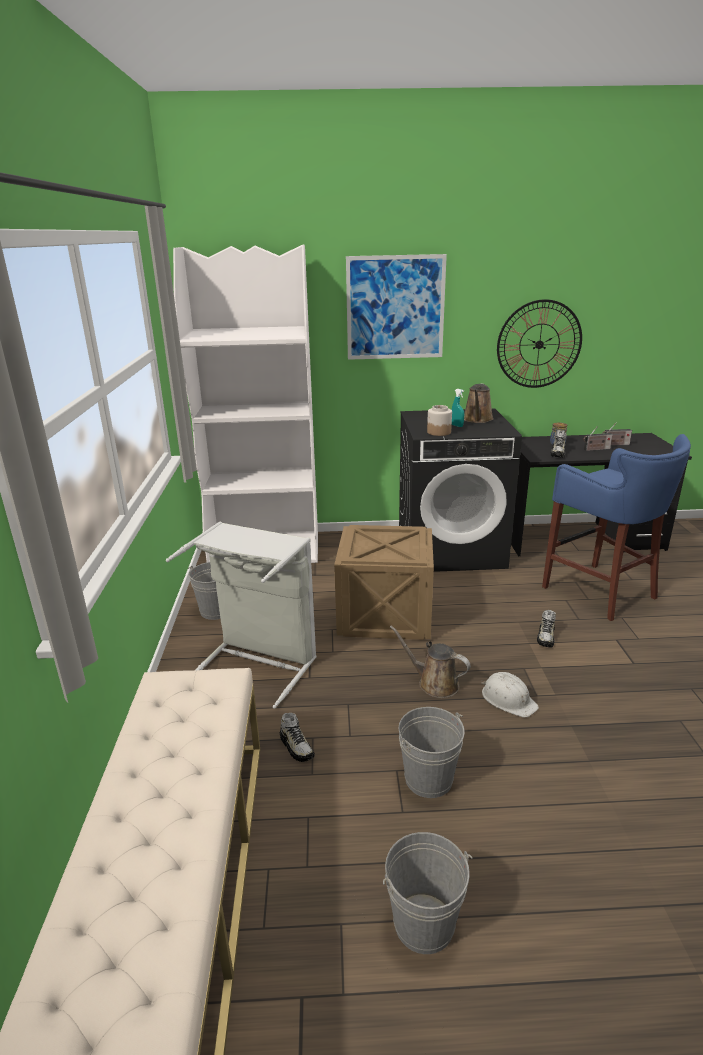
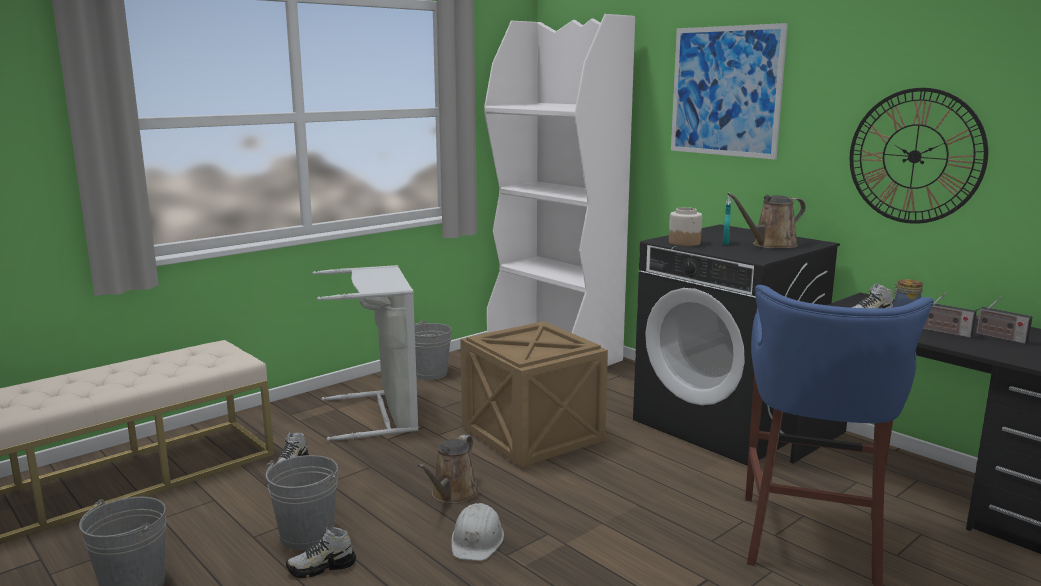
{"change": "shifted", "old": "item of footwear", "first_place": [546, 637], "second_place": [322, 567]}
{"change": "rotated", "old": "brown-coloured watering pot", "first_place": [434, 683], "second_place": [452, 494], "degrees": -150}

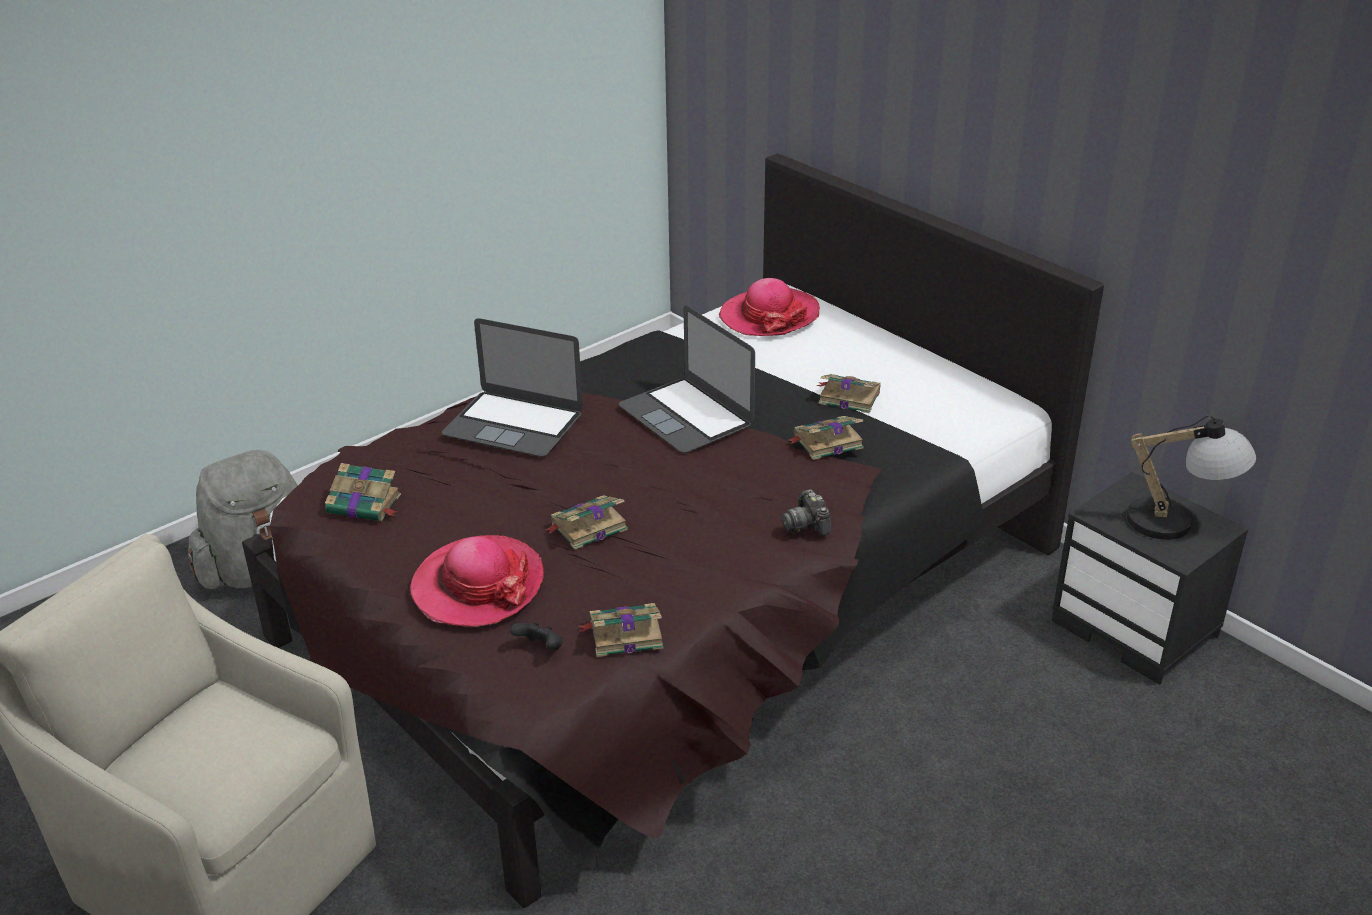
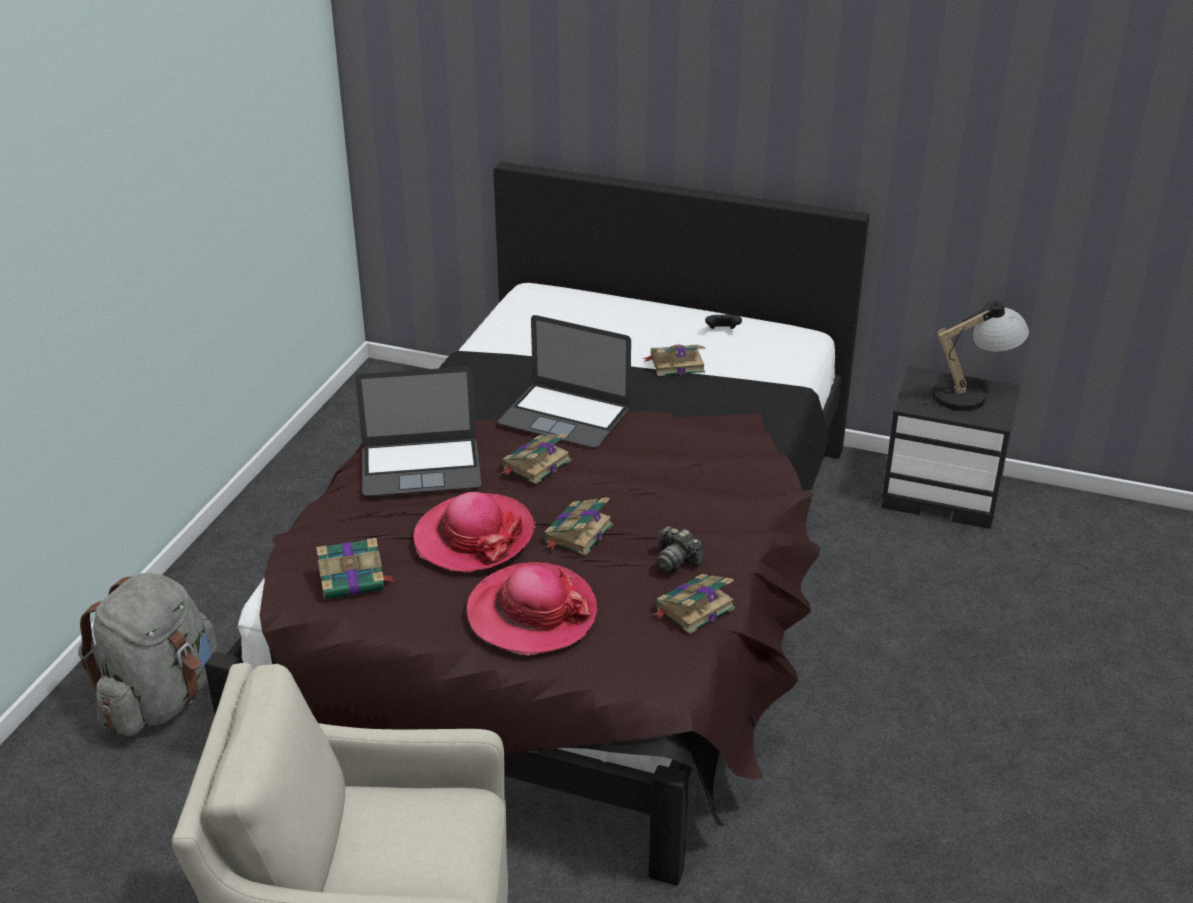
{"change": "shifted", "old": "blackish game controller", "first_place": [540, 648], "second_place": [722, 331]}
{"change": "shifted", "old": "clothing hat", "first_place": [769, 316], "second_place": [473, 536]}
{"change": "shifted", "old": "photo camera", "first_place": [807, 525], "second_place": [676, 561]}
{"change": "shifted", "old": "book", "first_place": [826, 442], "second_place": [535, 464]}

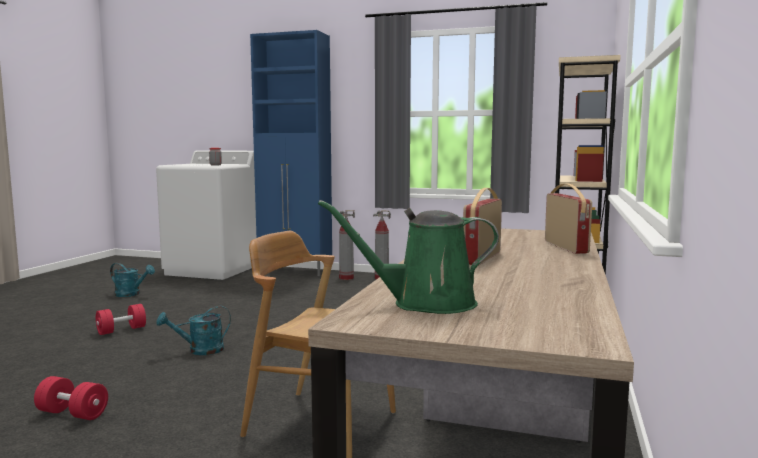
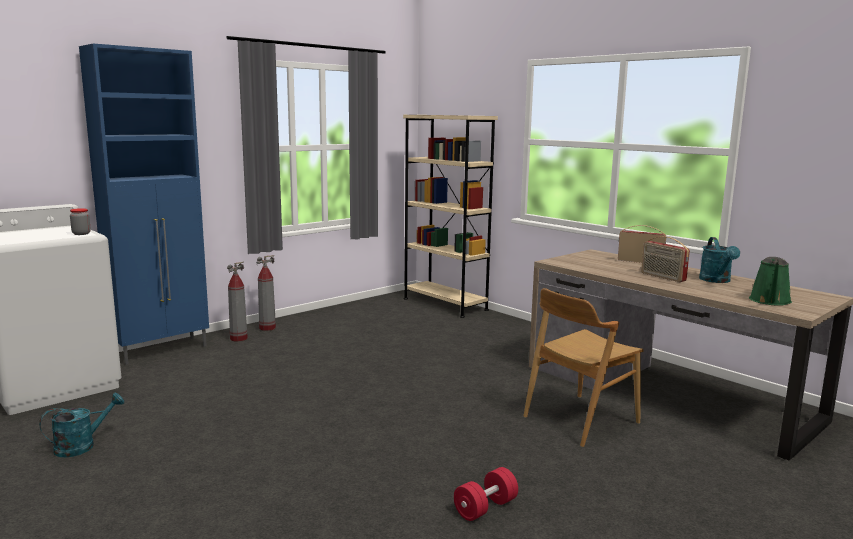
{"change": "gone", "old": "red-coloured hand weight", "first_place": [121, 330]}
{"change": "shifted", "old": "blue-green watering pot", "first_place": [200, 351], "second_place": [717, 281]}

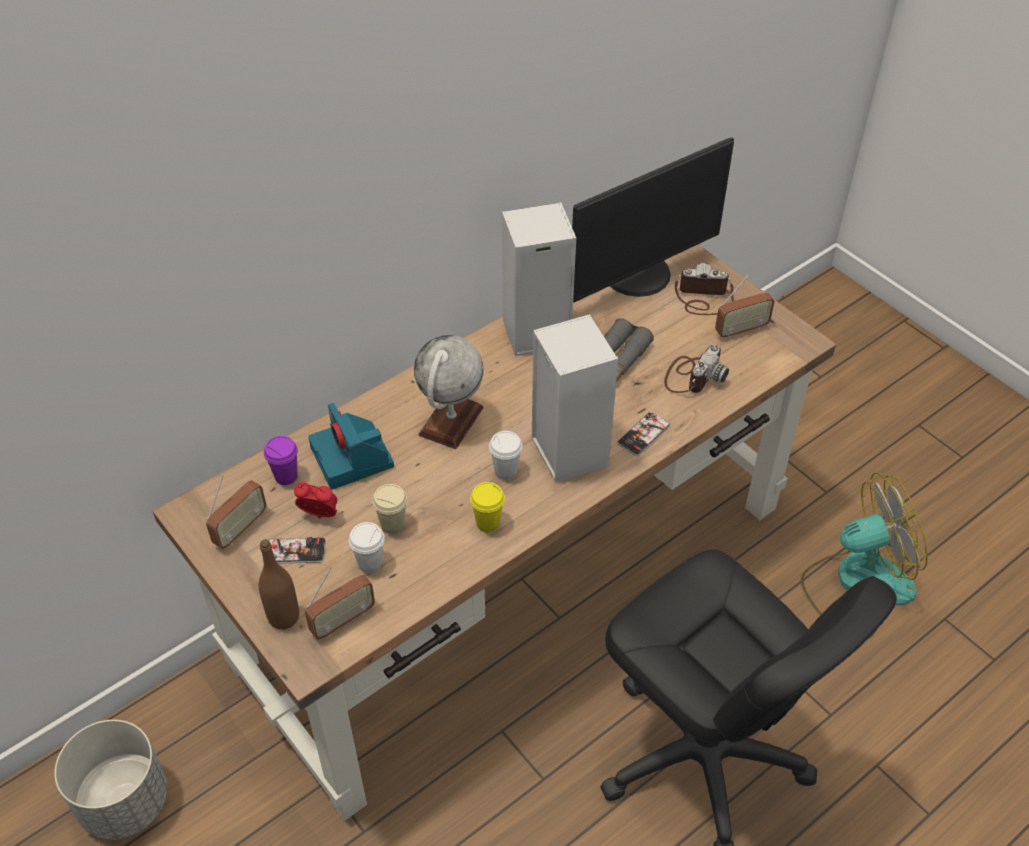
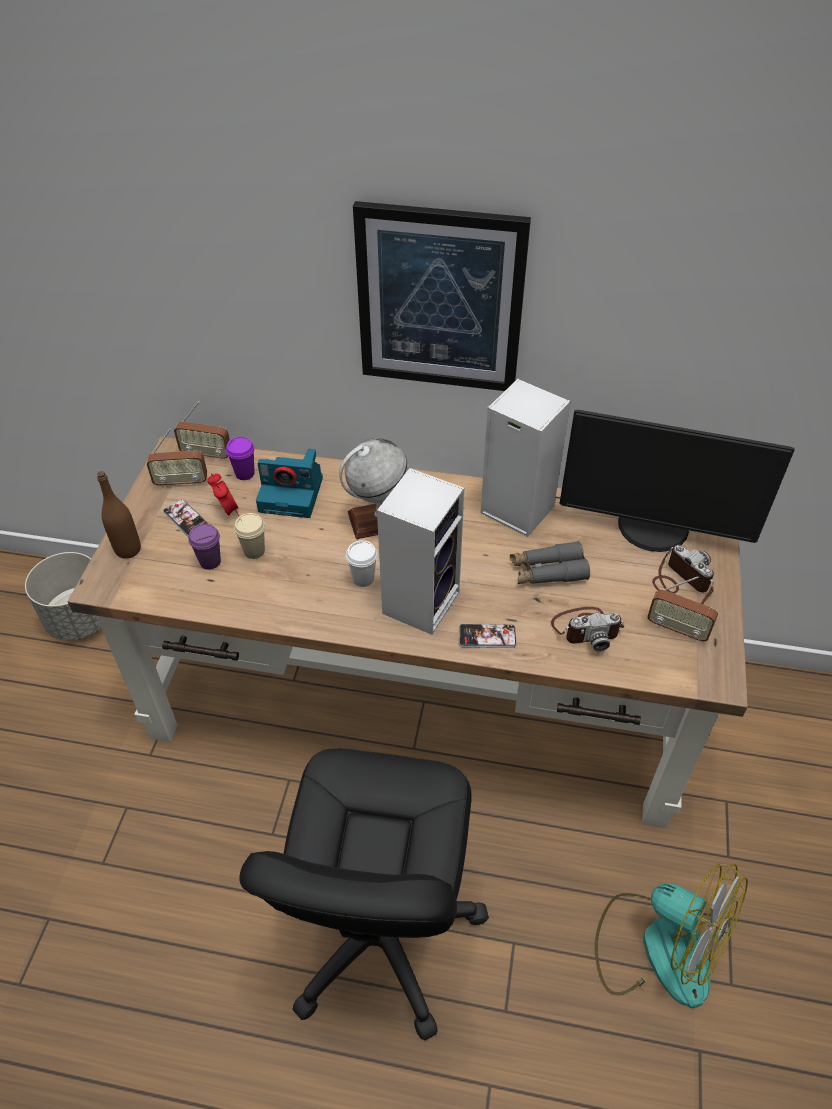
{"change": "gone", "old": "yellow small cup", "first_place": [488, 523]}
{"change": "new", "new": "wall picture", "second_place": [440, 300]}
{"change": "shifted", "old": "radio", "first_place": [342, 621], "second_place": [206, 454]}
{"change": "repainted", "old": "white-coloured small cup", "new": "purplish small cup", "first_place": [370, 563], "second_place": [210, 562]}
{"change": "rotated", "old": "photo camera", "first_place": [353, 458], "second_place": [293, 494], "degrees": -105}

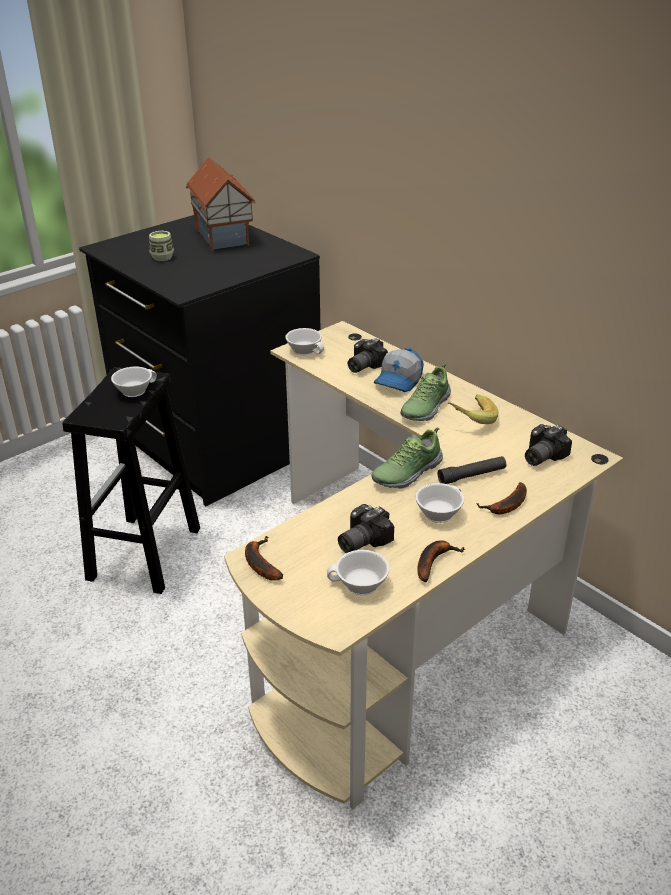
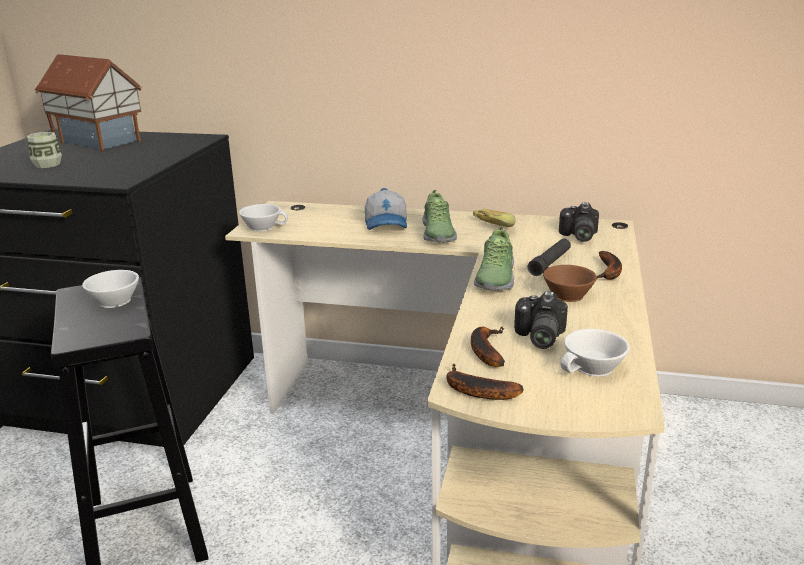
{"change": "gone", "old": "photo camera", "first_place": [362, 366]}
{"change": "shifted", "old": "whole banana", "first_place": [433, 561], "second_place": [485, 350]}
{"change": "repainted", "old": "white-coloured small cup", "new": "brown-coloured small cup", "first_place": [438, 512], "second_place": [565, 294]}

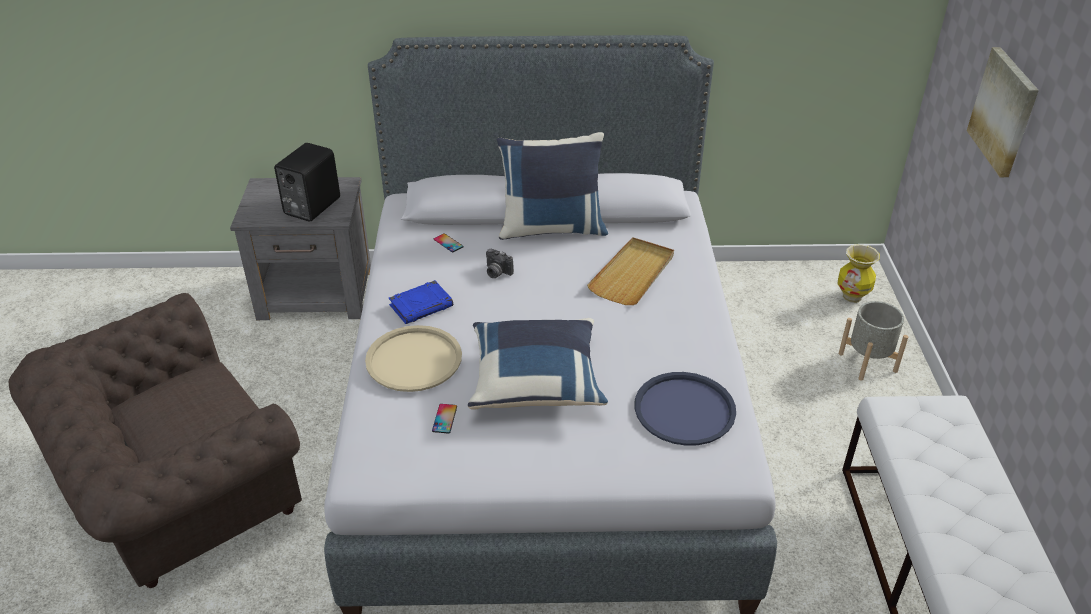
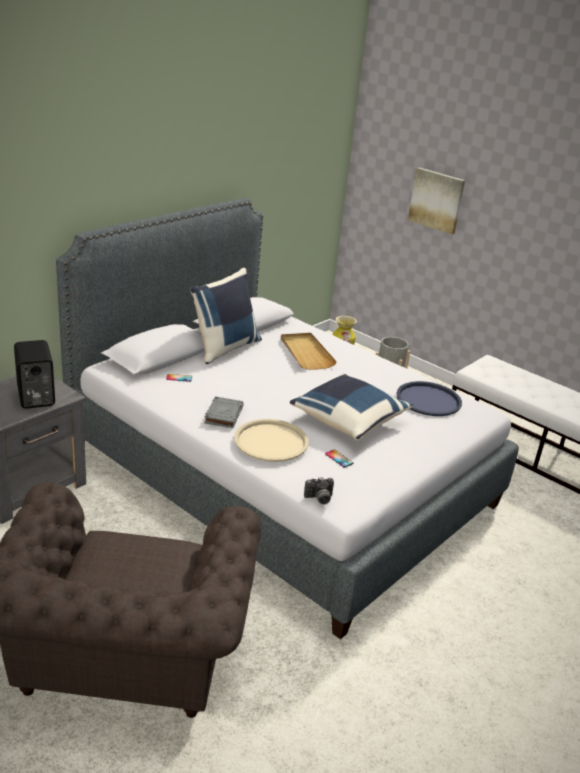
{"change": "shifted", "old": "photo camera", "first_place": [496, 272], "second_place": [319, 499]}
{"change": "repainted", "old": "blue-coloured book", "new": "grey book", "first_place": [421, 305], "second_place": [223, 415]}

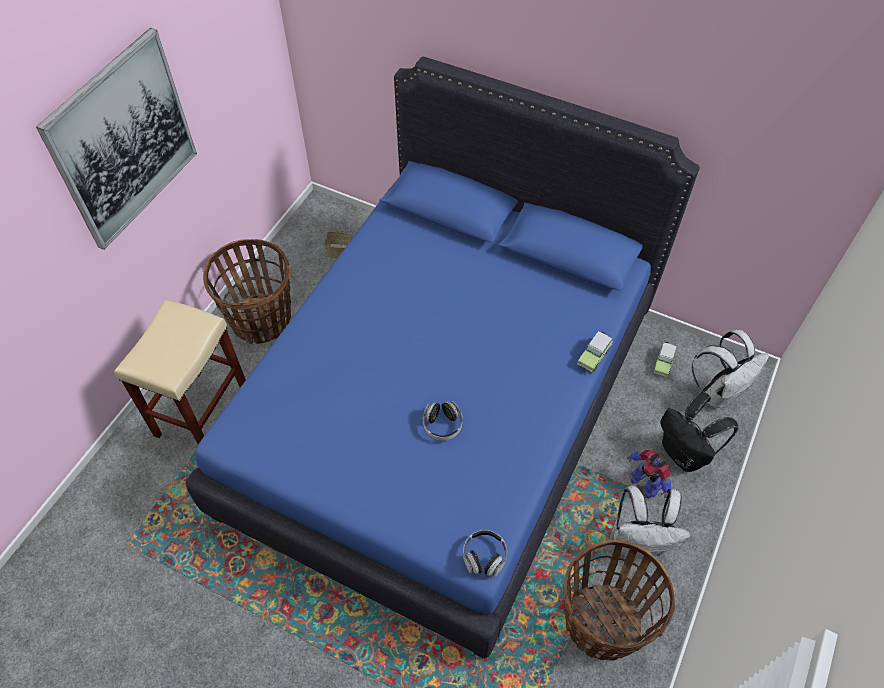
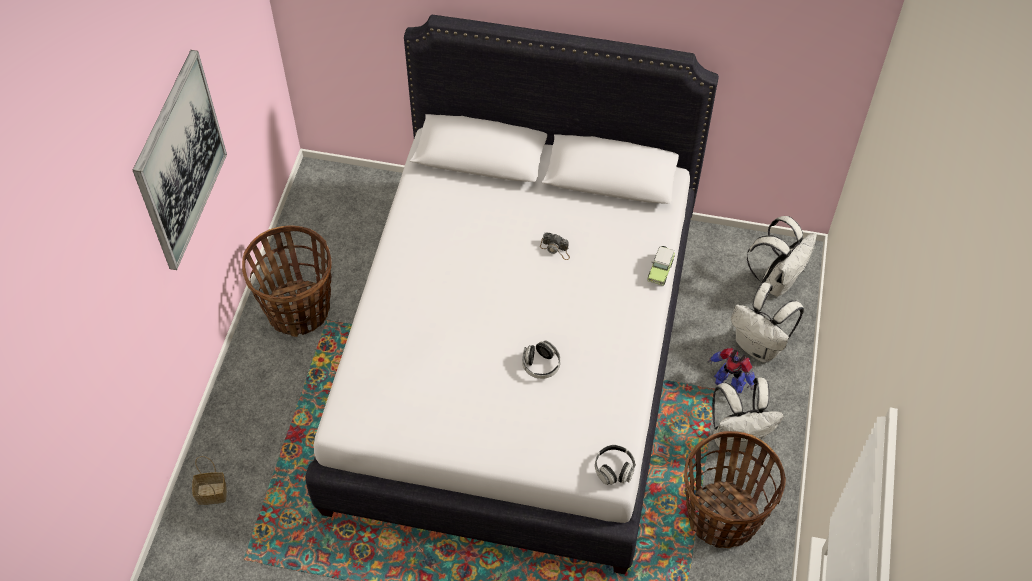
{"change": "gone", "old": "beige stool seat", "first_place": [202, 411]}
{"change": "gone", "old": "miniature car", "first_place": [663, 363]}
{"change": "new", "new": "photo camera", "second_place": [556, 249]}
{"change": "shifted", "old": "basket", "first_place": [338, 251], "second_place": [211, 494]}
{"change": "repainted", "old": "blue-coloured bedroom bed", "new": "white-coloured bedroom bed", "first_place": [441, 411], "second_place": [515, 360]}
{"change": "repainted", "old": "blackish backpack", "new": "white-coloured backpack", "first_place": [685, 454], "second_place": [759, 346]}

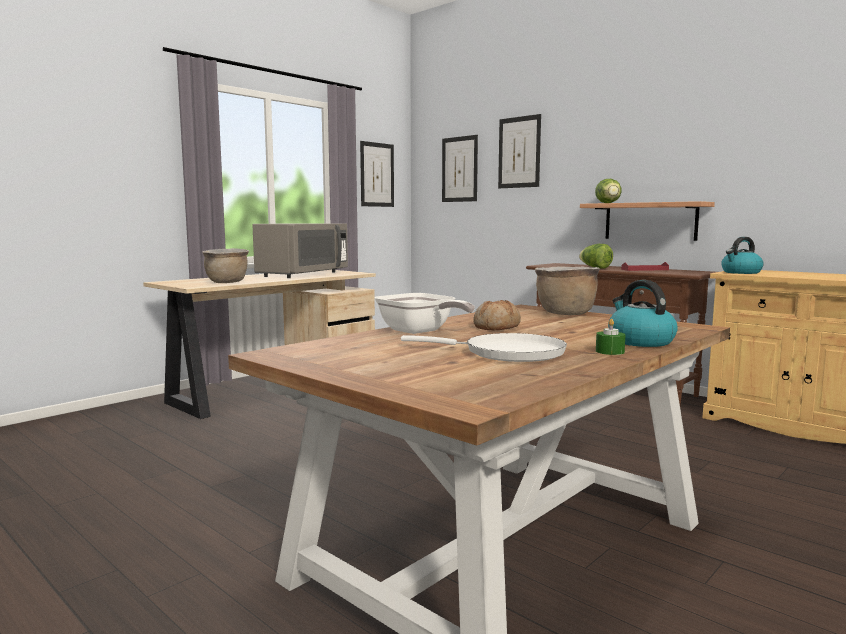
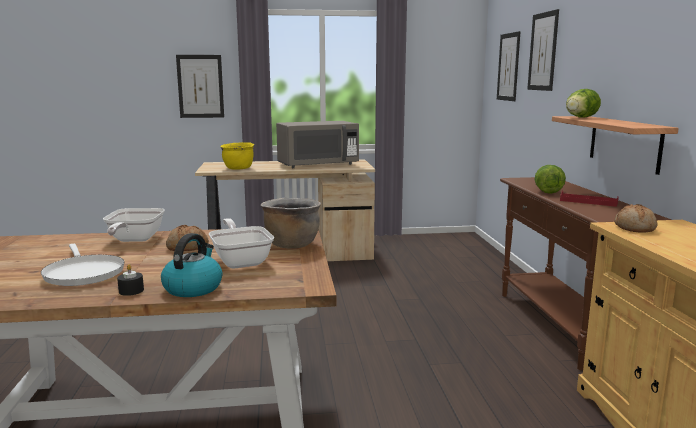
{"change": "new", "new": "pan", "second_place": [241, 261]}
{"change": "shifted", "old": "wall picture", "first_place": [377, 174], "second_place": [200, 86]}
{"change": "swapped", "old": "tea kettle", "new": "bakery bread", "first_place": [741, 272], "second_place": [635, 228]}
{"change": "repainted", "old": "brown-coloured stockpot", "new": "yellow stockpot", "first_place": [227, 282], "second_place": [238, 169]}
{"change": "repainted", "old": "green wax candle", "new": "blackish wax candle", "first_place": [610, 351], "second_place": [131, 291]}

